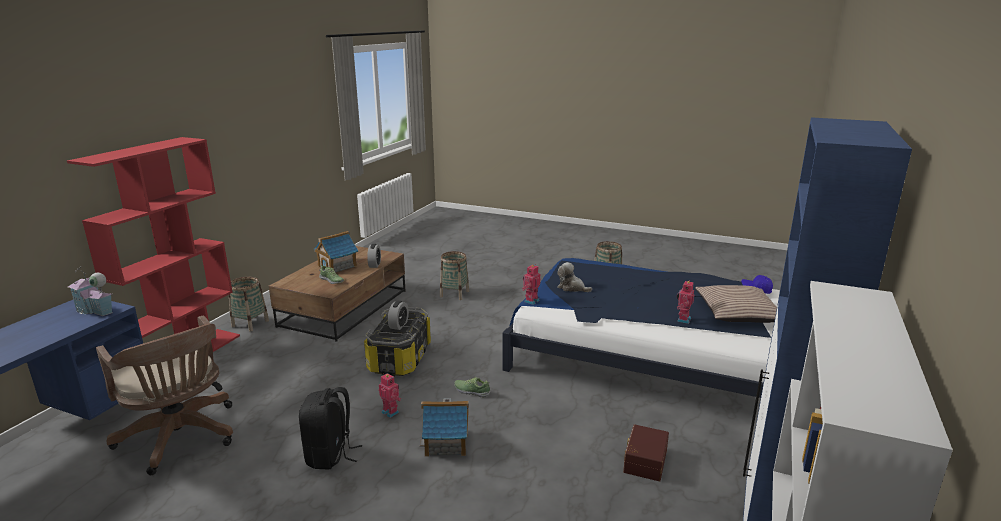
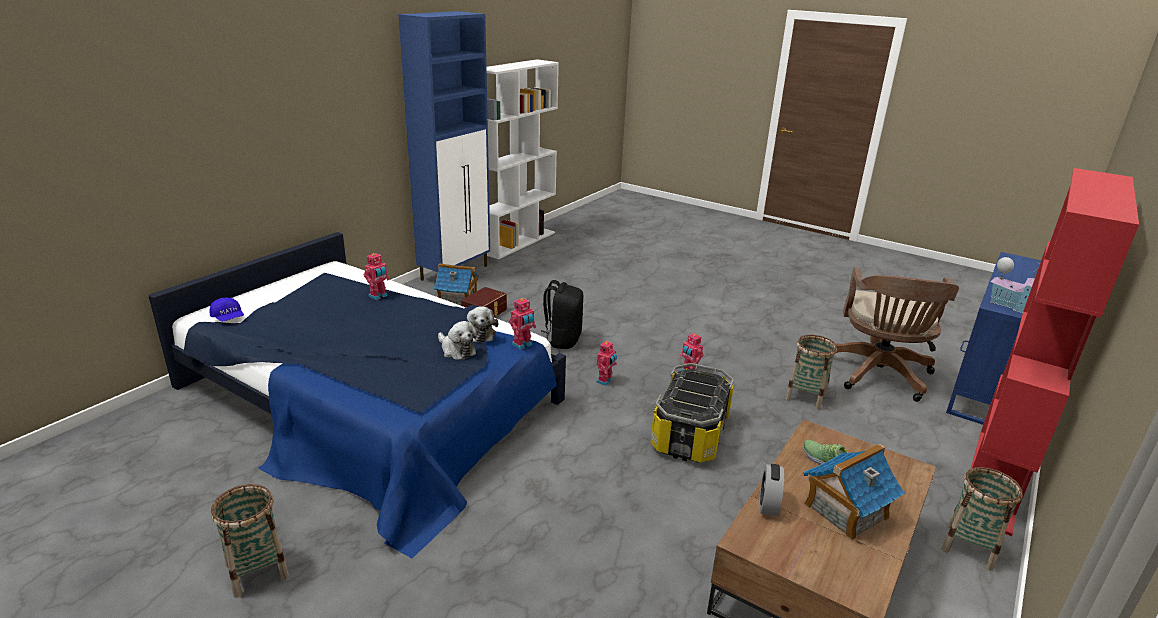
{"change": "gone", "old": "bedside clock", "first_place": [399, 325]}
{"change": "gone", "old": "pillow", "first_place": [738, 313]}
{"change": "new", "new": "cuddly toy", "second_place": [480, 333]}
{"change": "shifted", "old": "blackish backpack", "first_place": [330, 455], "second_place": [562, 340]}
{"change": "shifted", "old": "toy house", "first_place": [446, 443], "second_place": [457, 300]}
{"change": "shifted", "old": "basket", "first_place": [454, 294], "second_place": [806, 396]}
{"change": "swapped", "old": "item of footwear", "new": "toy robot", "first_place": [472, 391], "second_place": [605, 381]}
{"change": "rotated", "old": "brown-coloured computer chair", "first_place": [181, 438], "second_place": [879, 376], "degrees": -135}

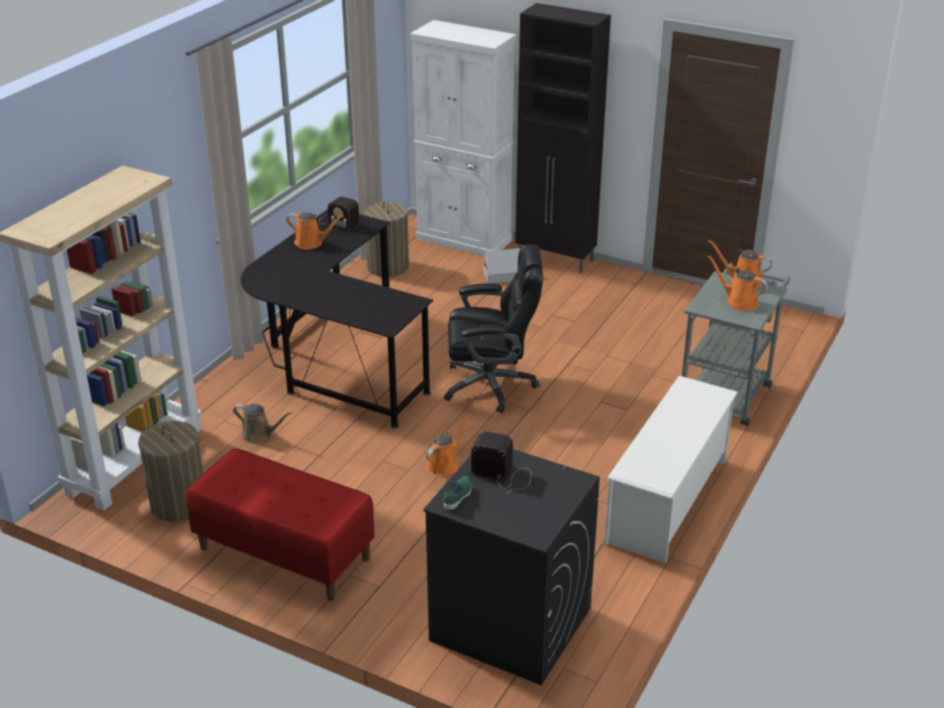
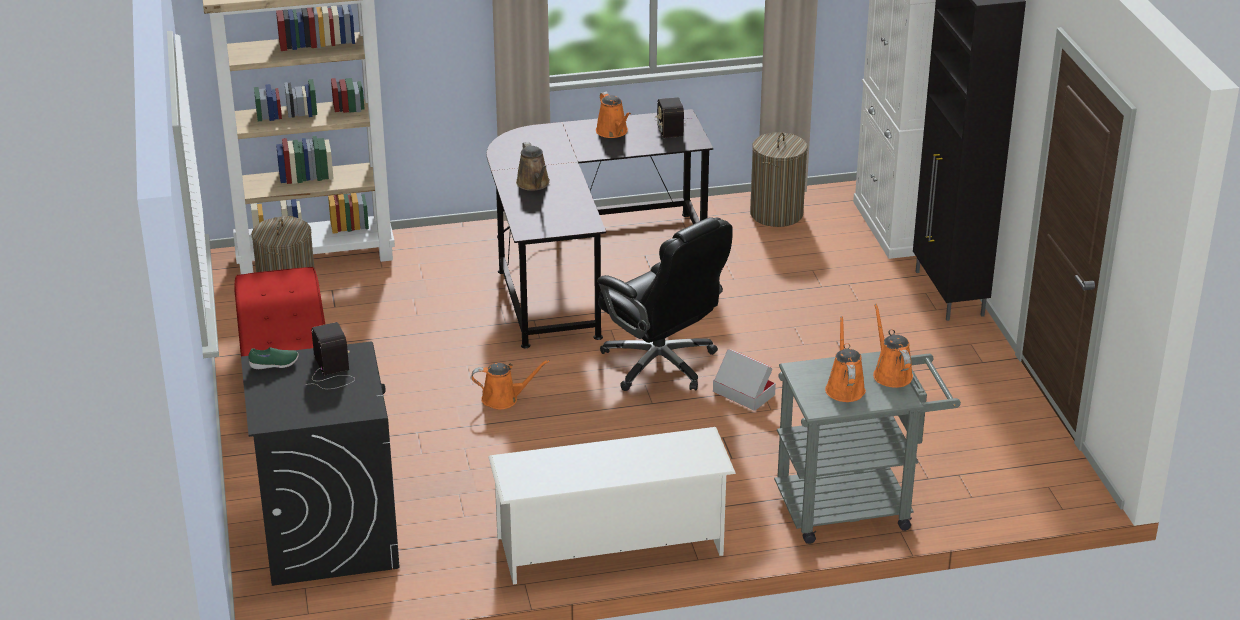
{"change": "shifted", "old": "brown-coloured watering pot", "first_place": [260, 435], "second_place": [534, 184]}
{"change": "shifted", "old": "cardboard box", "first_place": [503, 276], "second_place": [743, 393]}

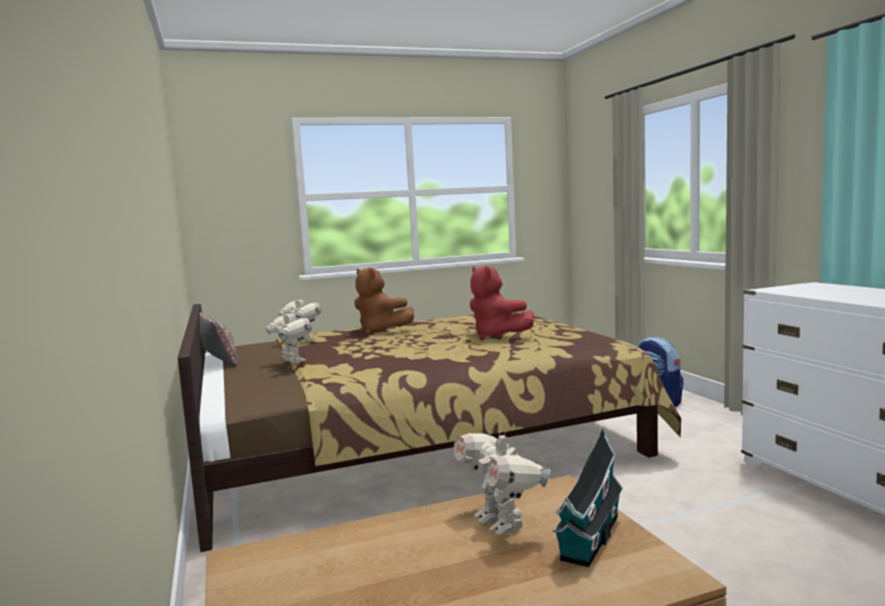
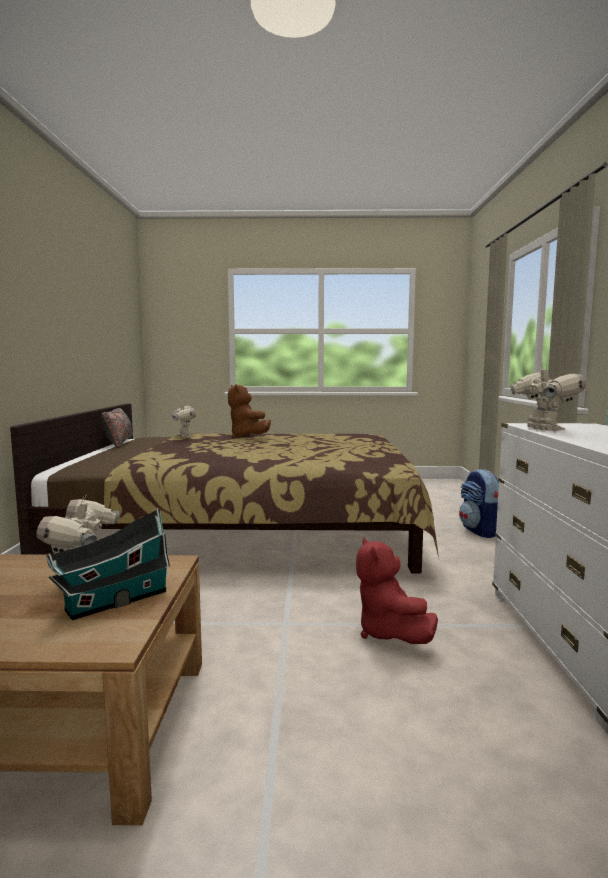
{"change": "shifted", "old": "toy robot", "first_place": [291, 361], "second_place": [542, 430]}
{"change": "shifted", "old": "red-coloured cuddly toy", "first_place": [497, 336], "second_place": [389, 633]}

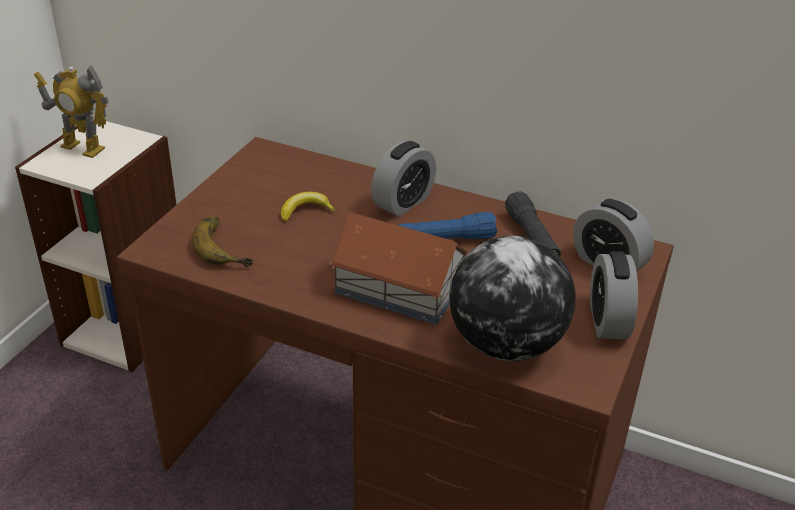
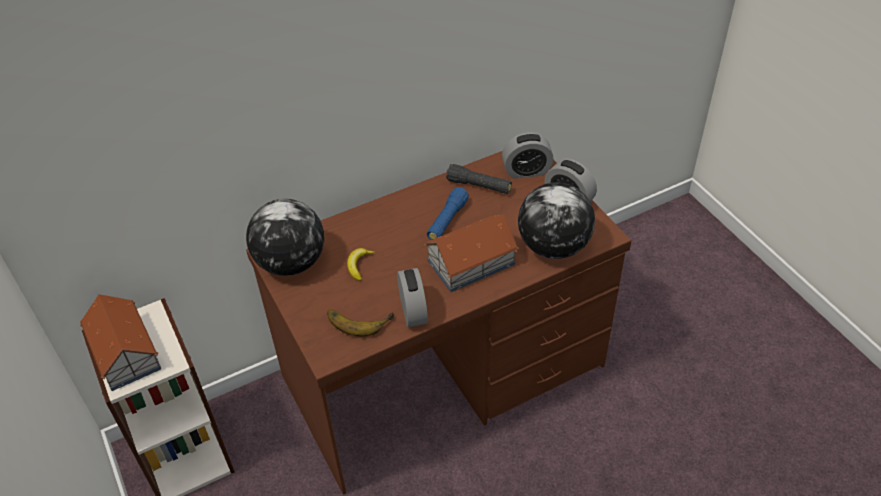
{"change": "new", "new": "globe", "second_place": [290, 263]}
{"change": "shifted", "old": "bedside clock", "first_place": [403, 202], "second_place": [413, 311]}
{"change": "swapped", "old": "toy robot", "new": "toy house", "first_place": [82, 148], "second_place": [125, 352]}

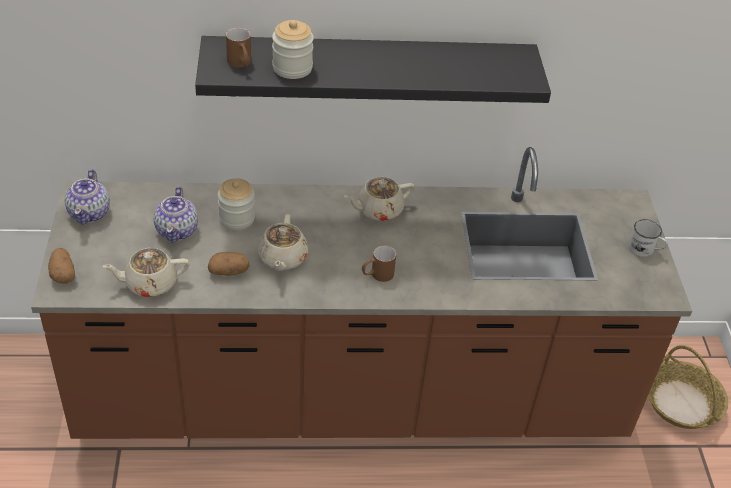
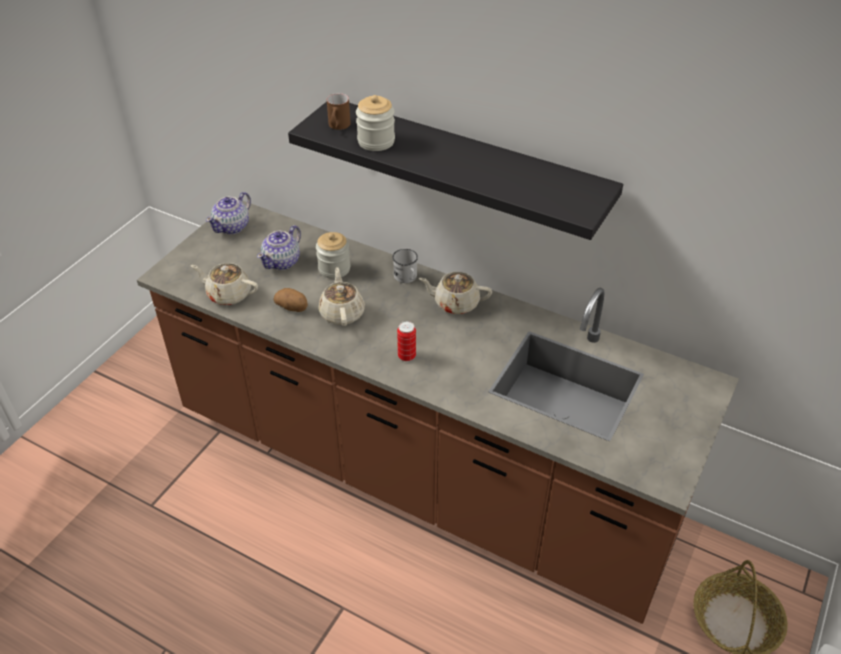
{"change": "gone", "old": "potato", "first_place": [63, 274]}
{"change": "shifted", "old": "white-coloured mug", "first_place": [645, 250], "second_place": [407, 278]}
{"change": "swapped", "old": "brown-coloured mug", "new": "sealed can", "first_place": [377, 275], "second_place": [406, 356]}
{"change": "rotated", "old": "beige pot for tea", "first_place": [282, 258], "second_place": [342, 313], "degrees": 135}

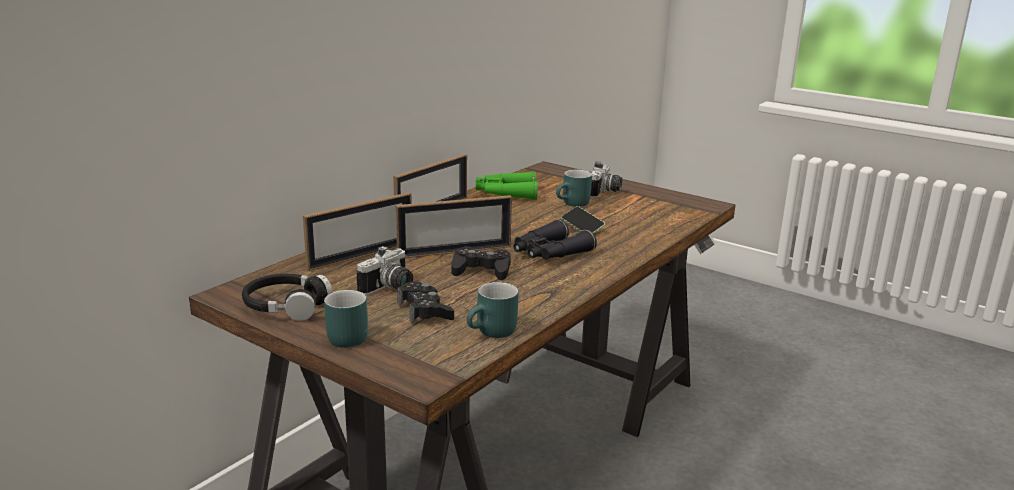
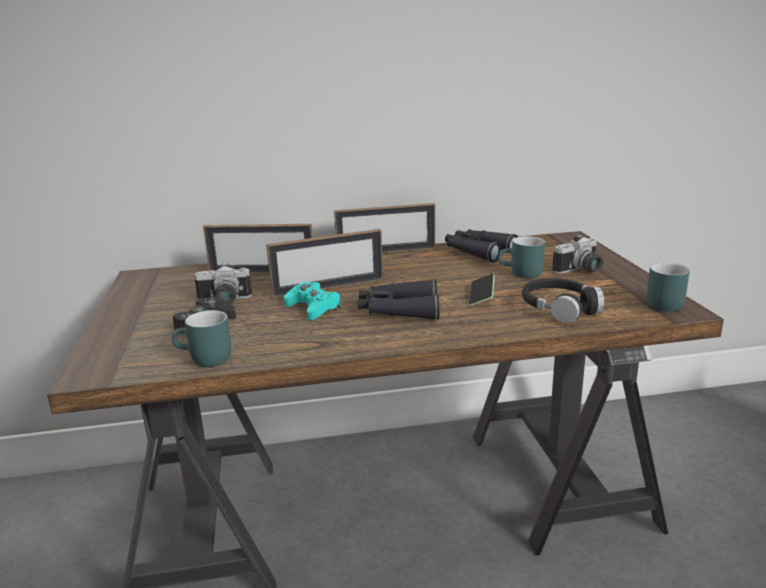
{"change": "shifted", "old": "blackish pair of headphones", "first_place": [286, 306], "second_place": [559, 309]}
{"change": "shifted", "old": "blue-green mug", "first_place": [342, 337], "second_place": [660, 303]}
{"change": "repainted", "old": "blackish game controller", "new": "blue-green game controller", "first_place": [481, 270], "second_place": [313, 308]}
{"change": "repainted", "old": "green pair of binoculars", "new": "blackish pair of binoculars", "first_place": [505, 194], "second_place": [477, 251]}
{"change": "rotated", "old": "standing frame", "first_place": [454, 251], "second_place": [328, 287], "degrees": -45}

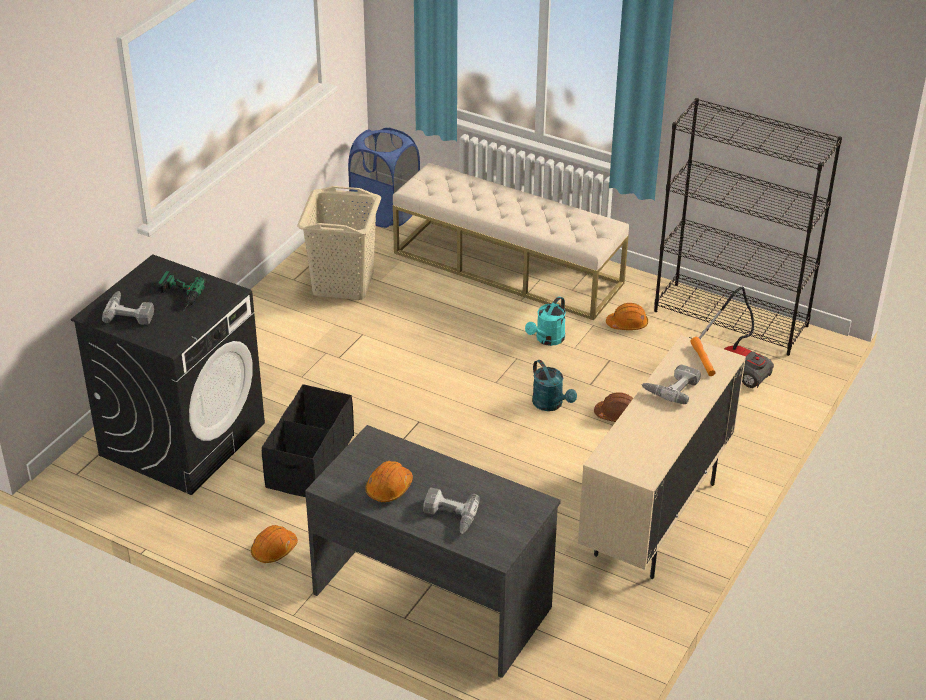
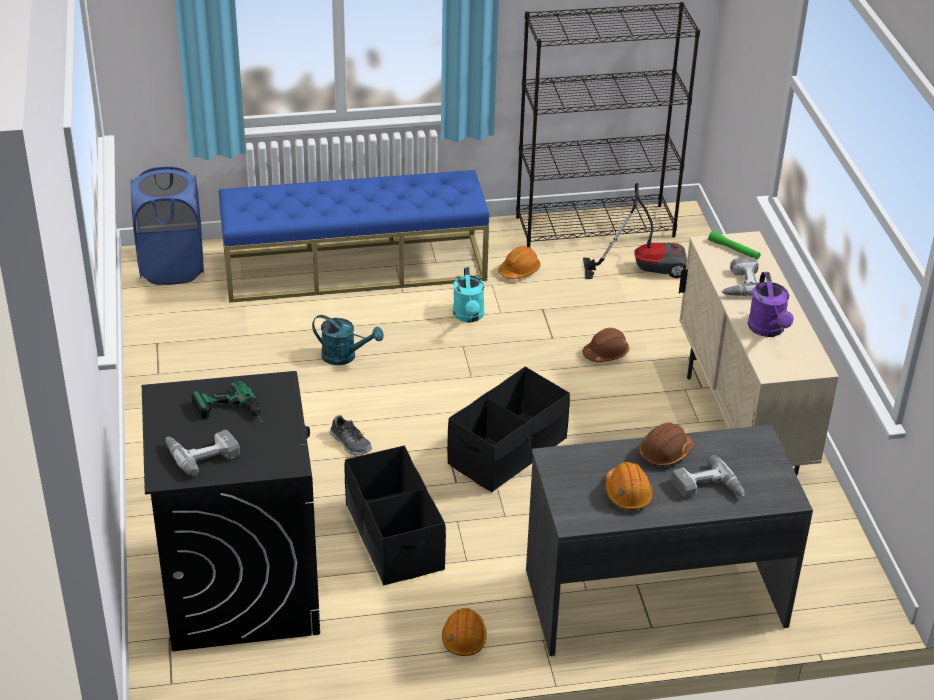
{"change": "gone", "old": "beige hamper", "first_place": [344, 283]}
{"change": "new", "new": "item of footwear", "second_place": [350, 443]}
{"change": "new", "new": "blackish storage box", "second_place": [508, 451]}
{"change": "new", "new": "brown-coloured safety helmet", "second_place": [665, 453]}
{"change": "new", "new": "purplish watering pot", "second_place": [768, 330]}
{"change": "shifted", "old": "blue-green watering pot", "first_place": [551, 405], "second_place": [345, 356]}
{"change": "repainted", "old": "beige bench", "new": "blue-coloured bench", "first_place": [508, 268], "second_place": [355, 268]}
{"change": "repainted", "old": "orange-coloured hand torch", "new": "green hand torch", "first_place": [702, 360], "second_place": [734, 250]}

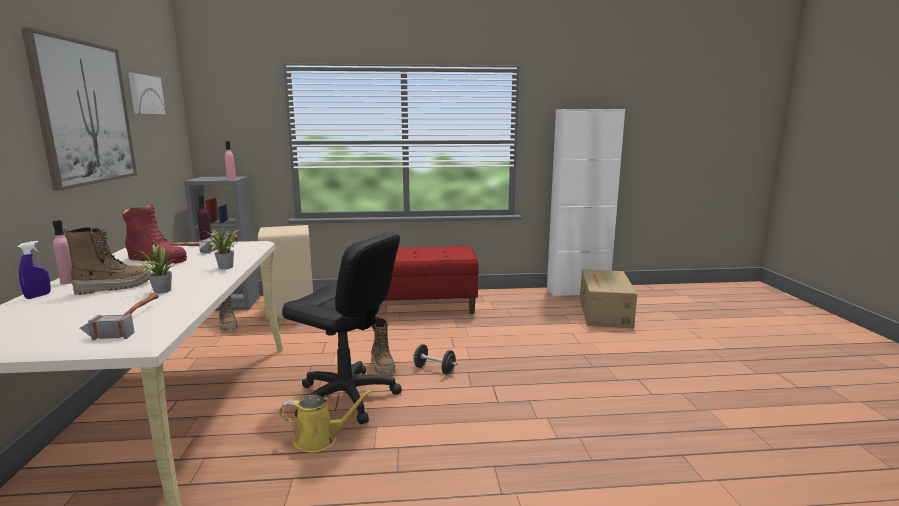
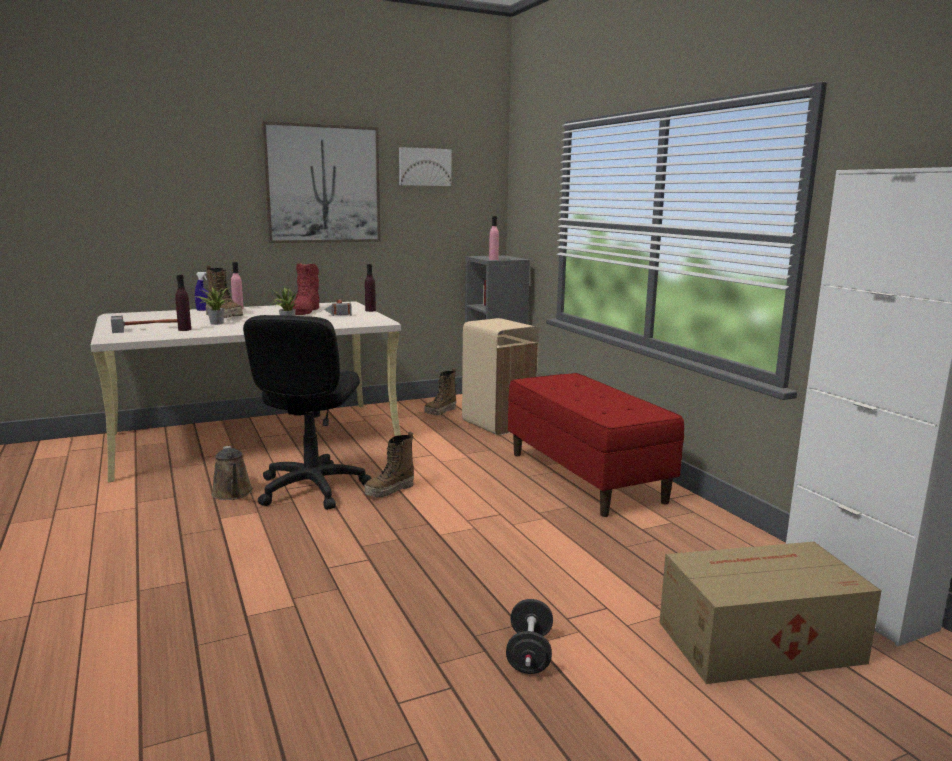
{"change": "new", "new": "purplish beverage bottle", "second_place": [184, 329]}
{"change": "shifted", "old": "blackish hand weight", "first_place": [434, 369], "second_place": [529, 654]}
{"change": "repainted", "old": "yellow watering pot", "new": "brown-coloured watering pot", "first_place": [320, 439], "second_place": [233, 493]}

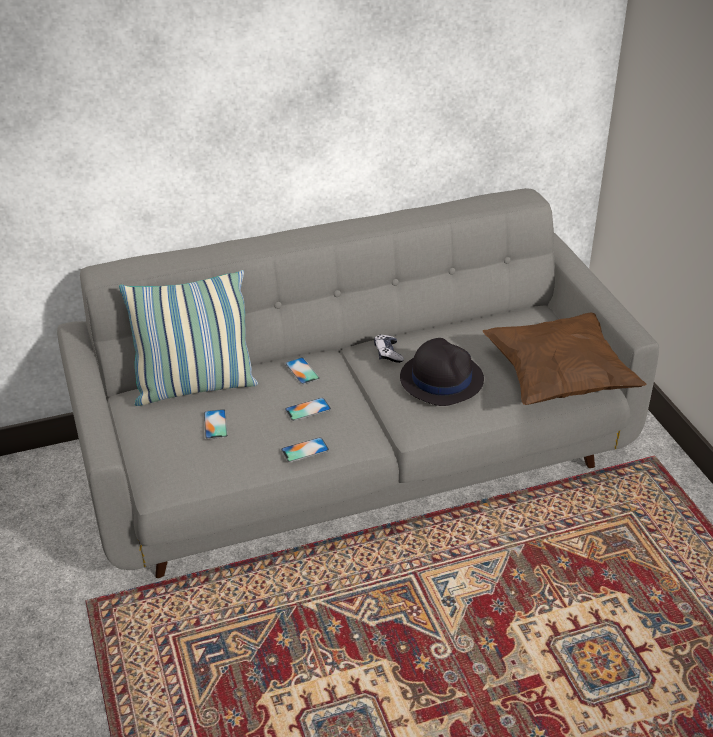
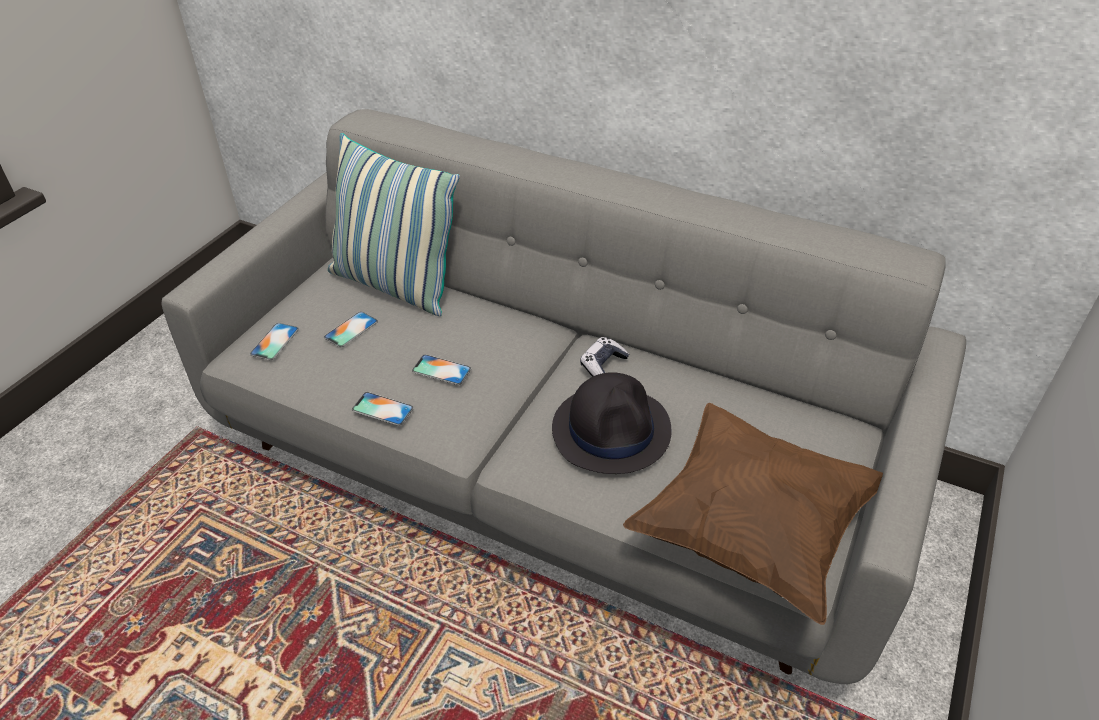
{"change": "shifted", "old": "telephone", "first_place": [302, 371], "second_place": [274, 341]}

